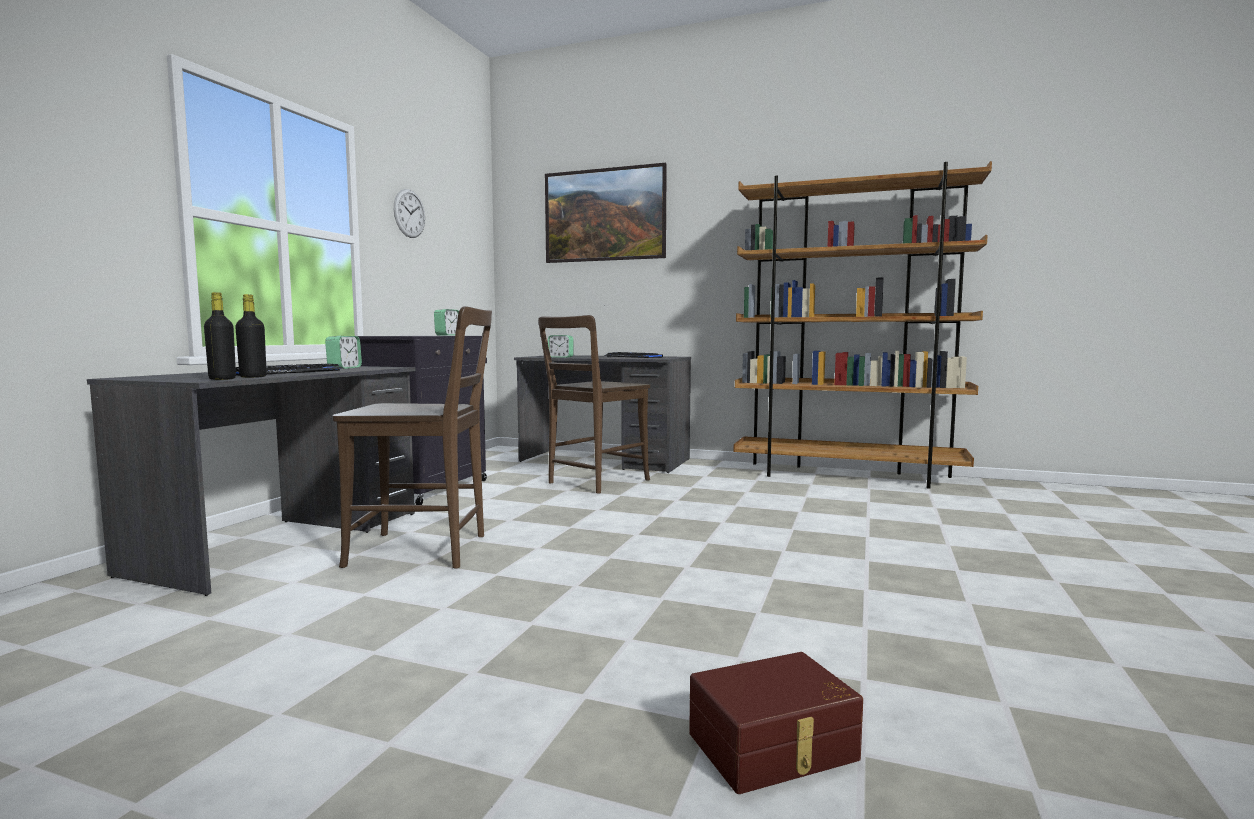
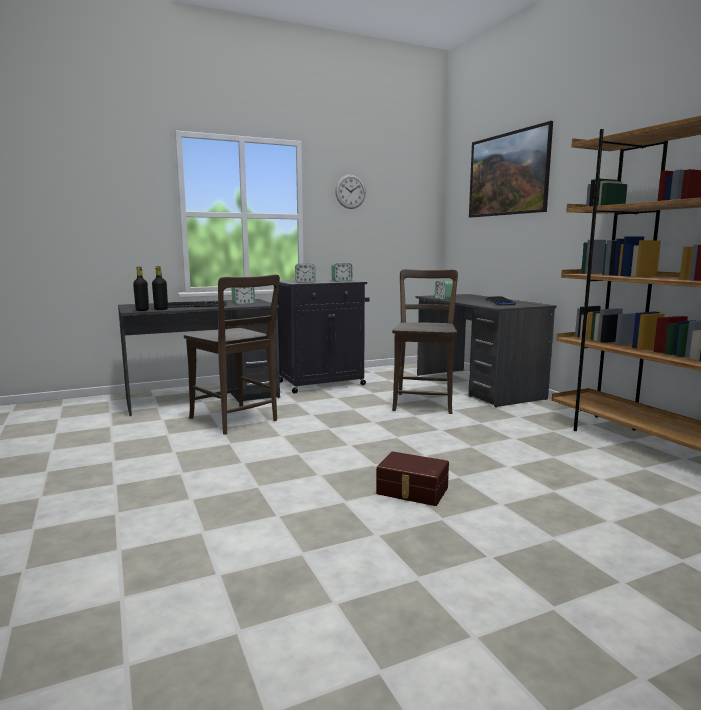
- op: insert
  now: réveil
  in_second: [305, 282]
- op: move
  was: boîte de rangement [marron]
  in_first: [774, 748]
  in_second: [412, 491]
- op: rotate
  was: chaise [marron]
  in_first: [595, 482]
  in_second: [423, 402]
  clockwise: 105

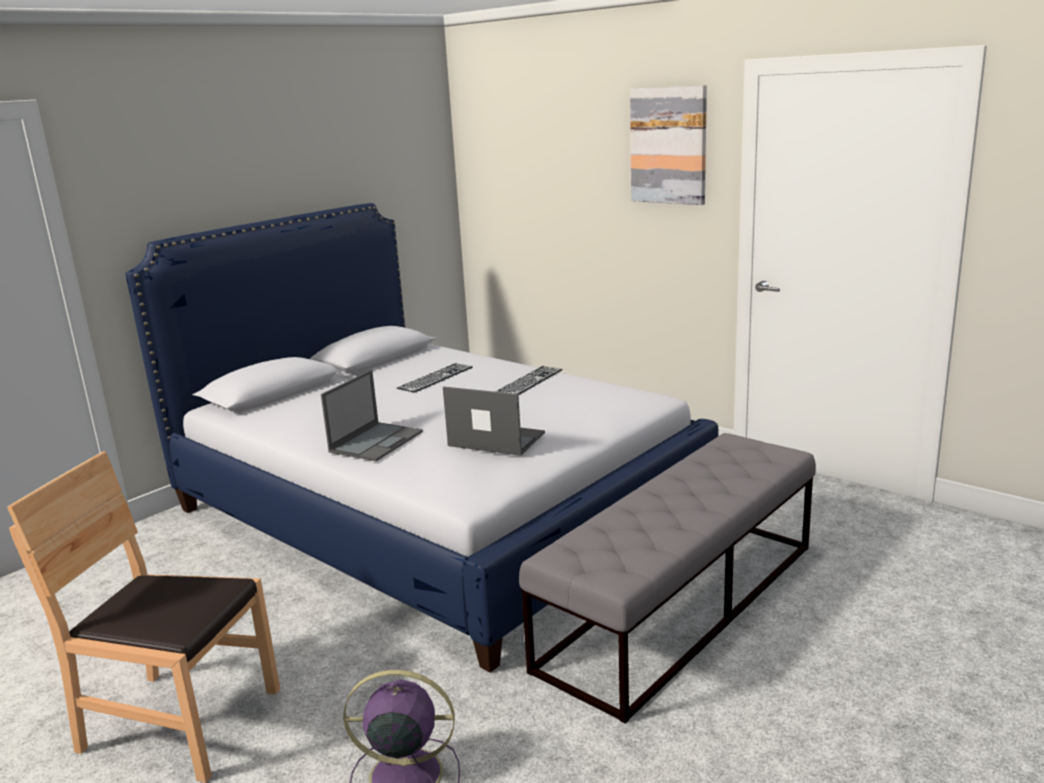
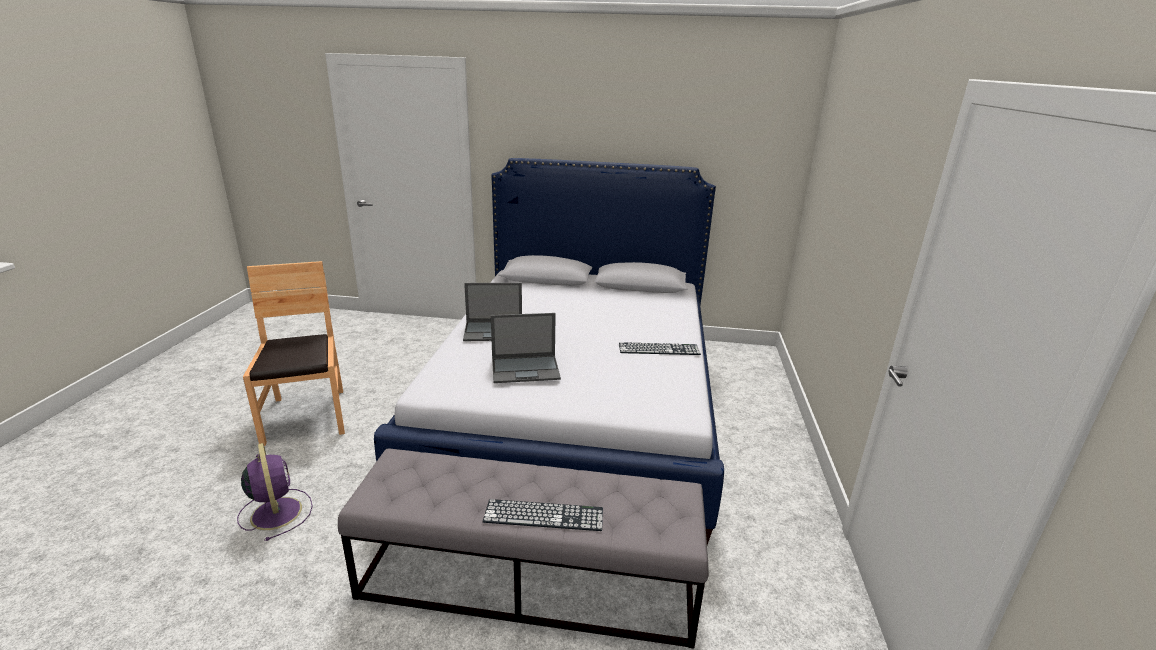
- op: move
  was: clavier
  in_first: [435, 377]
  in_second: [543, 515]
- op: rotate
  was: ordinateur portable
  in_first: [495, 439]
  in_second: [526, 369]
  clockwise: 90
- op: delete
  was: tableau
  in_first: [669, 145]

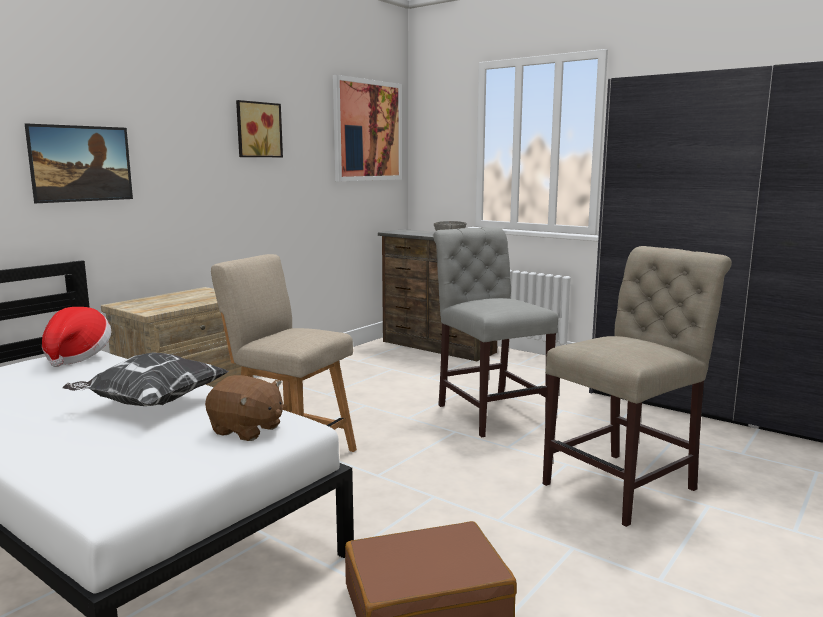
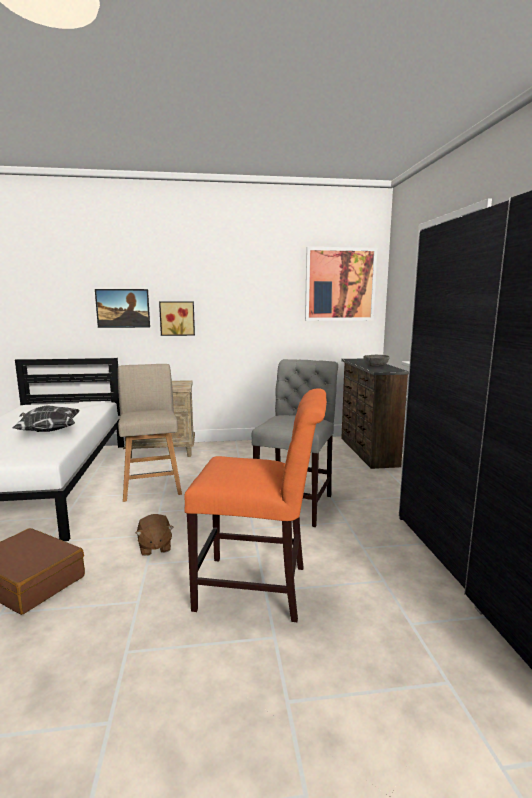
- op: move
  was: peluche [marron]
  in_first: [246, 430]
  in_second: [154, 547]
- op: move
  was: tableau
  in_first: [257, 130]
  in_second: [177, 318]
- op: recolor
  was: chaise [beige]
  now: chaise [orange]
  in_first: [626, 484]
  in_second: [259, 588]
- op: delete
  was: chapeau
  in_first: [77, 356]

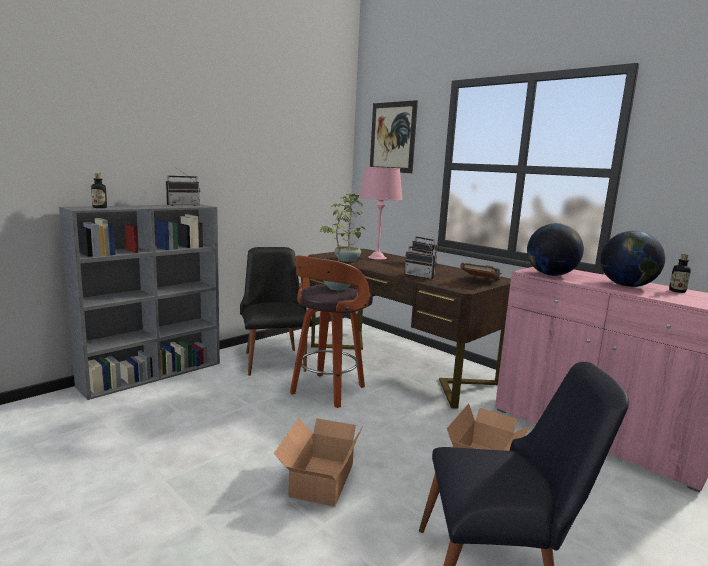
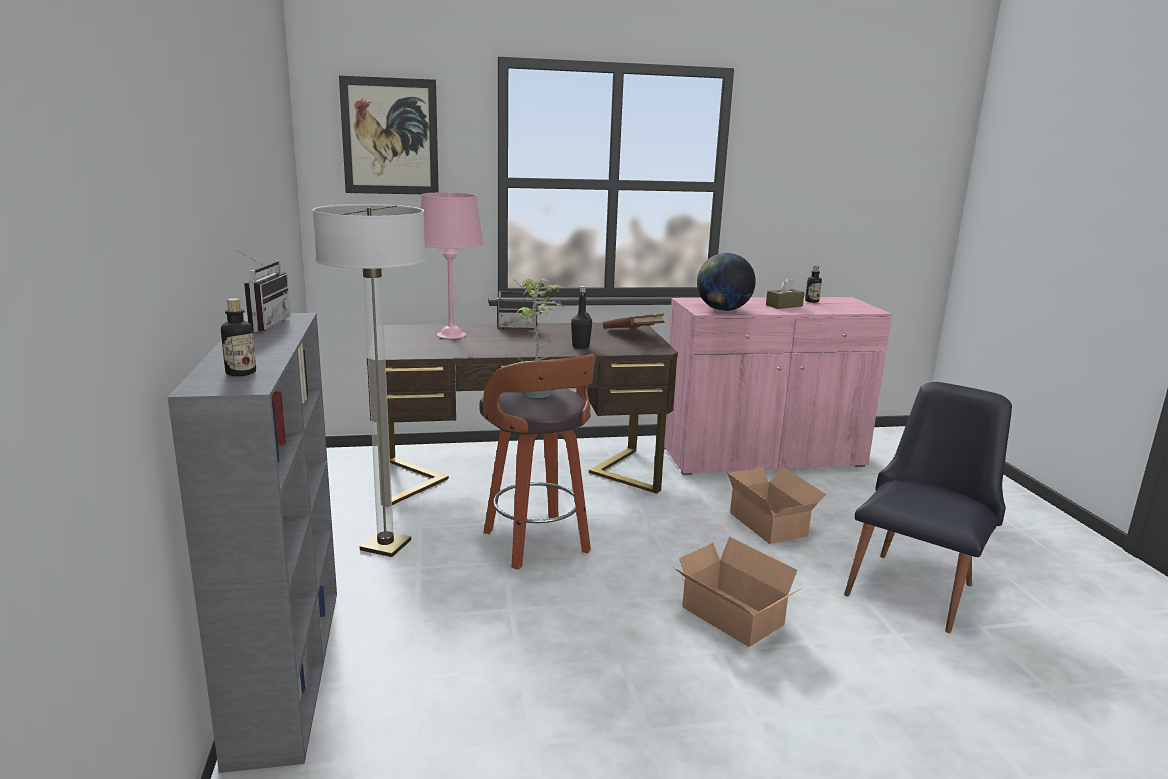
- op: replace
  was: chaise [noir]
  now: lampadaire
  in_first: [274, 358]
  in_second: [385, 545]
- op: replace
  was: radio
  now: bouteille [noir]
  in_first: [421, 276]
  in_second: [580, 346]
- op: replace
  was: globe
  now: boîte à mouchoirs [marron]
  in_first: [627, 286]
  in_second: [784, 305]
- op: delete
  was: plante en pot
  in_first: [347, 260]

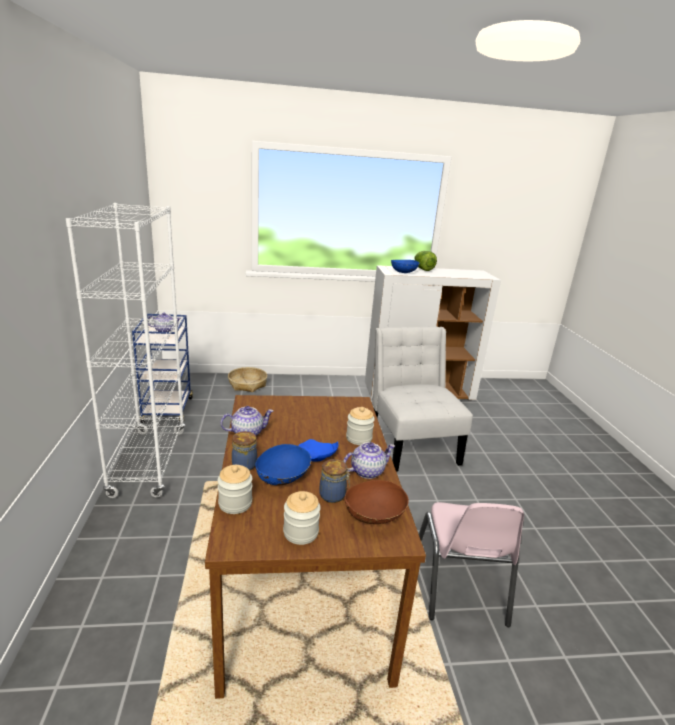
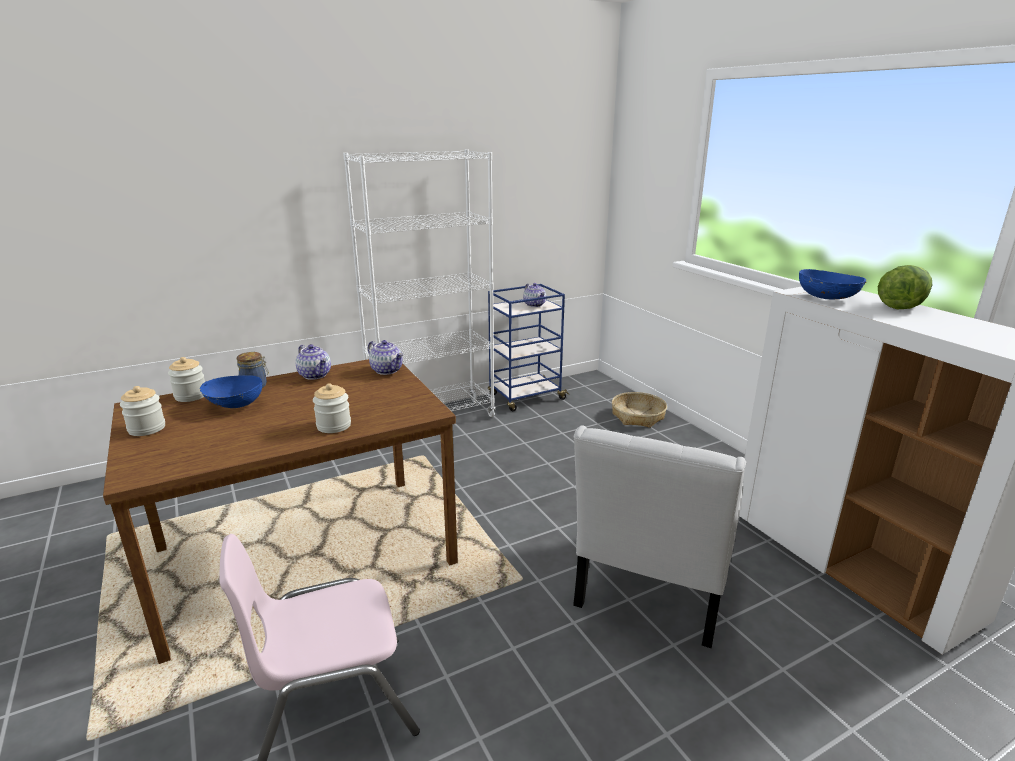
- op: move
  was: théière
  in_first: [367, 471]
  in_second: [387, 370]
- op: rotate
  was: chaise [blanc]
  in_first: [411, 443]
  in_second: [650, 589]
  clockwise: 150
- op: delete
  was: assiette [bleu]
  in_first: [317, 457]
- op: delete
  was: bocal
  in_first: [333, 495]
- op: delete
  was: bol [marron]
  in_first: [374, 517]

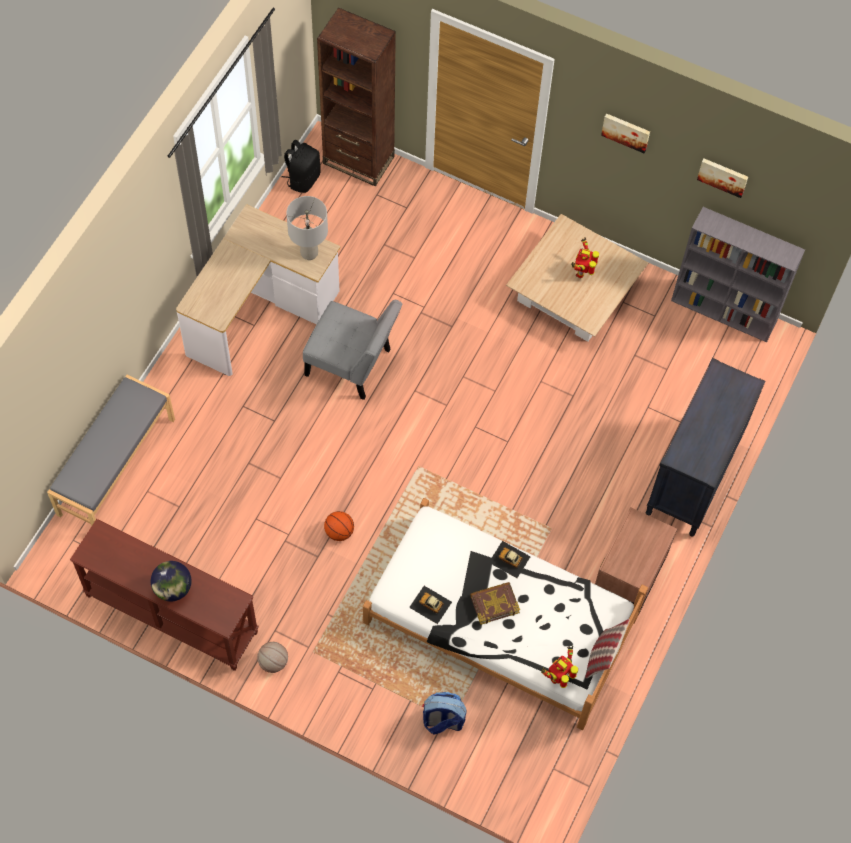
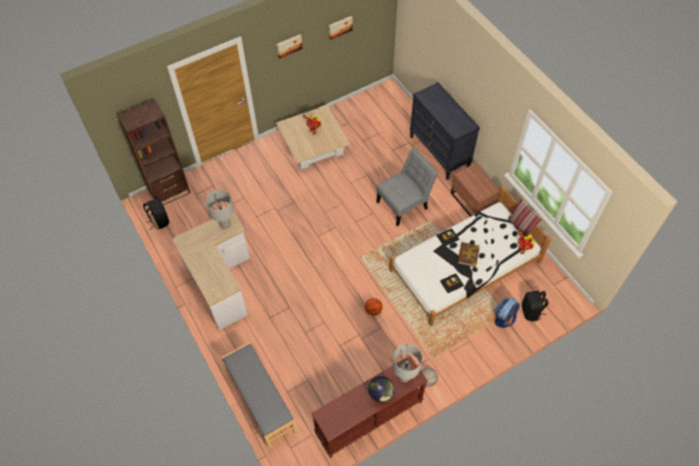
- op: move
  was: chaise [gris]
  in_first: [352, 365]
  in_second: [404, 204]
- op: insert
  now: lampe de table [gris]
  in_second: [404, 376]
- op: insert
  now: sac à dos [noir]
  in_second: [531, 311]
- op: delete
  was: bibliothèque [gris]
  in_first: [724, 311]

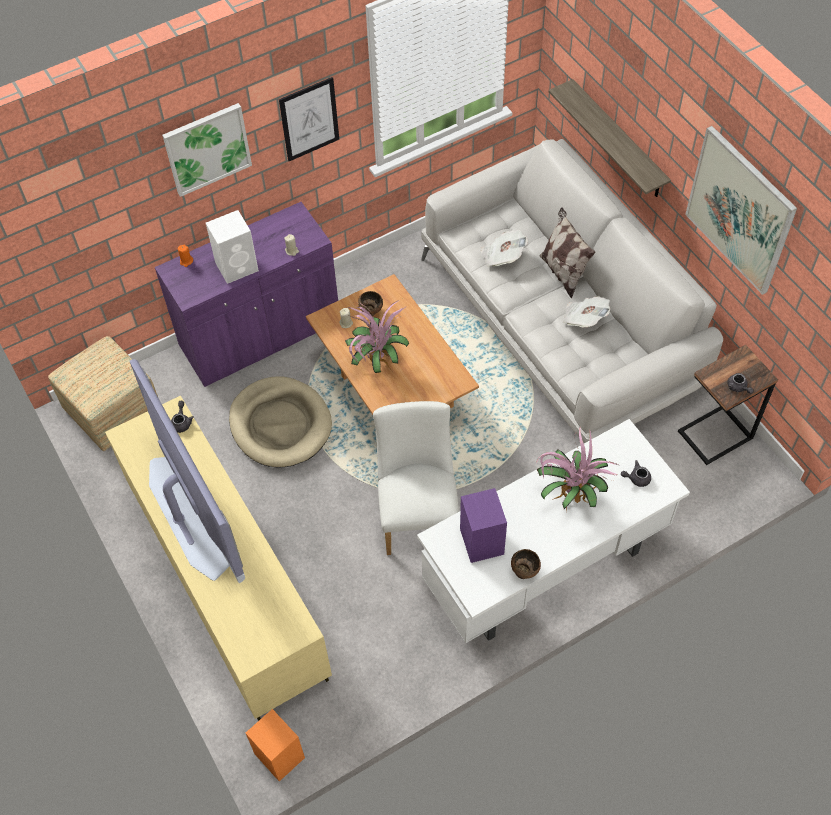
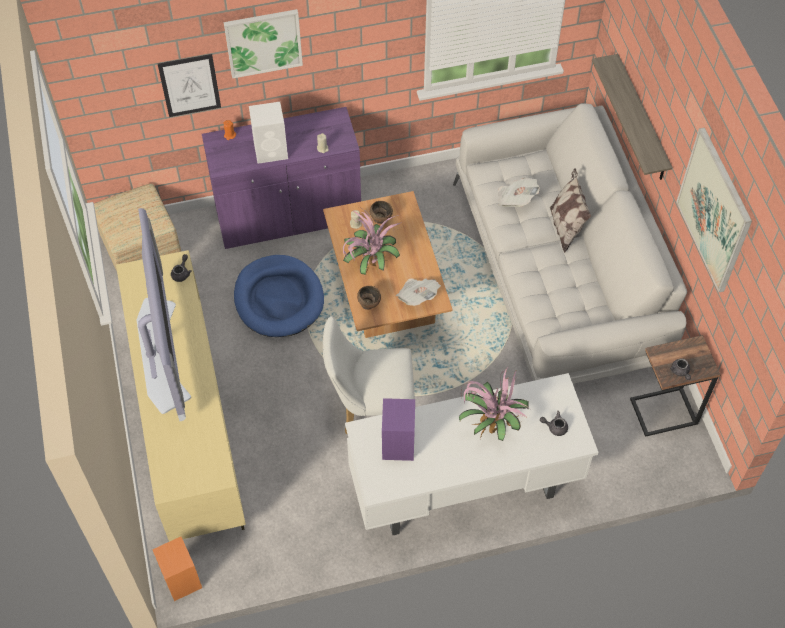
- op: move
  was: tableau
  in_first: [309, 119]
  in_second: [190, 85]
- op: recolor
  was: panier pour chien [beige]
  now: panier pour chien [bleu]
  in_first: [280, 424]
  in_second: [279, 299]
- op: rotate
  was: chaise [blanc]
  in_first: [418, 513]
  in_second: [370, 408]
  clockwise: -105
- op: move
  was: bol [marron]
  in_first: [524, 571]
  in_second: [369, 304]
- op: move
  was: journal
  in_first: [584, 318]
  in_second: [417, 296]

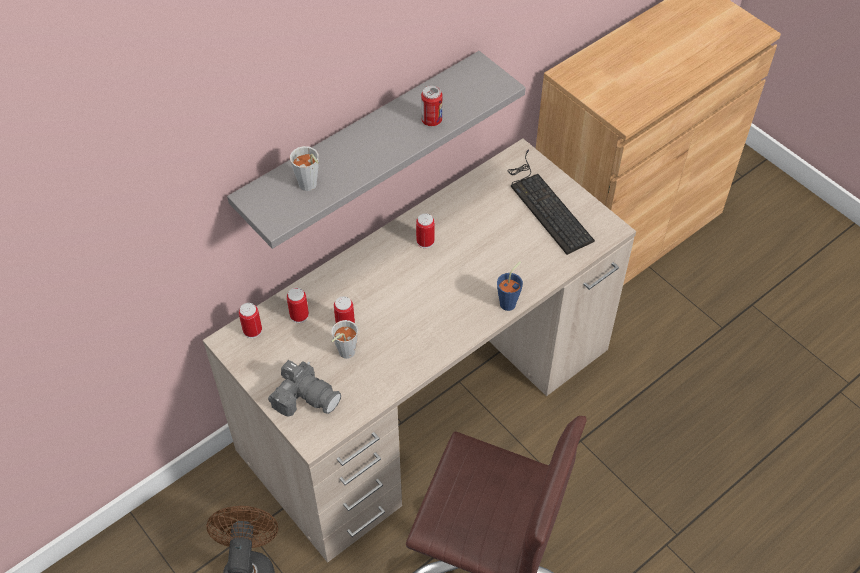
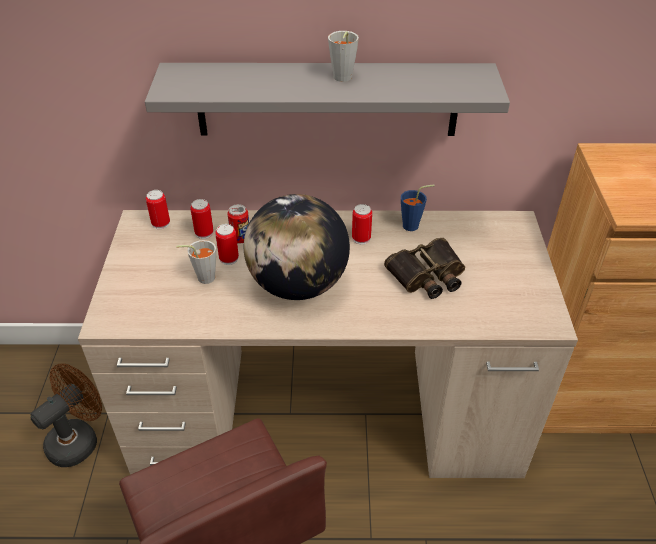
- op: move
  was: boîte métallique
  in_first: [431, 120]
  in_second: [240, 238]
- op: insert
  now: globe
  in_second: [298, 285]
- op: move
  was: tasse [gris]
  in_first: [309, 187]
  in_second: [341, 79]
- op: insert
  now: jumelles
  in_second: [428, 276]
- op: move
  was: tasse [bleu]
  in_first: [510, 301]
  in_second: [414, 225]
- op: delete
  was: appareil photo
  in_first: [305, 397]
- op: delete
  was: clavier
  in_first: [546, 204]

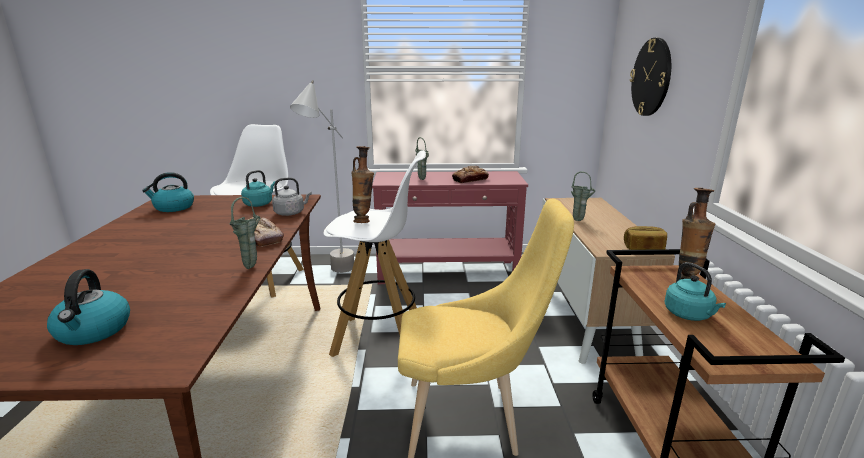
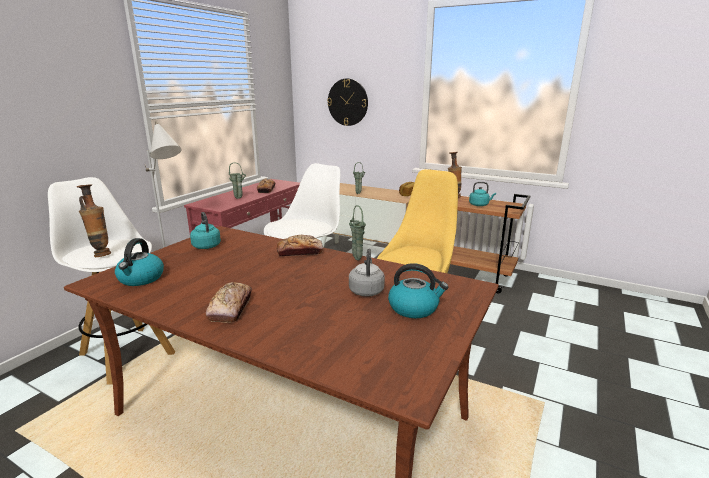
- op: move
  was: vase
  in_first: [364, 221]
  in_second: [101, 254]
- op: insert
  now: pain
  in_second: [231, 308]
- op: move
  was: bouilloire [gris]
  in_first: [291, 213]
  in_second: [366, 290]

